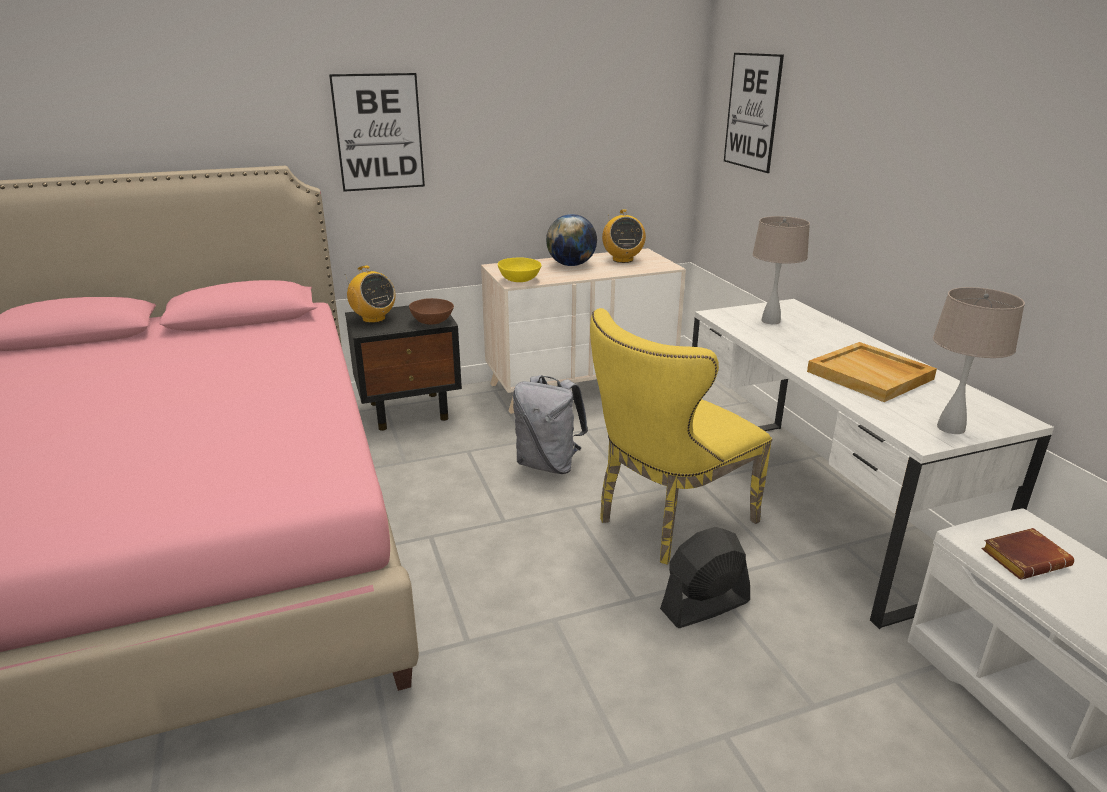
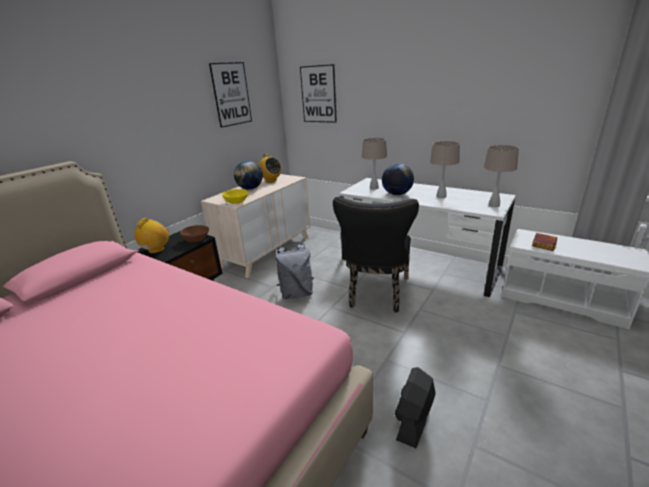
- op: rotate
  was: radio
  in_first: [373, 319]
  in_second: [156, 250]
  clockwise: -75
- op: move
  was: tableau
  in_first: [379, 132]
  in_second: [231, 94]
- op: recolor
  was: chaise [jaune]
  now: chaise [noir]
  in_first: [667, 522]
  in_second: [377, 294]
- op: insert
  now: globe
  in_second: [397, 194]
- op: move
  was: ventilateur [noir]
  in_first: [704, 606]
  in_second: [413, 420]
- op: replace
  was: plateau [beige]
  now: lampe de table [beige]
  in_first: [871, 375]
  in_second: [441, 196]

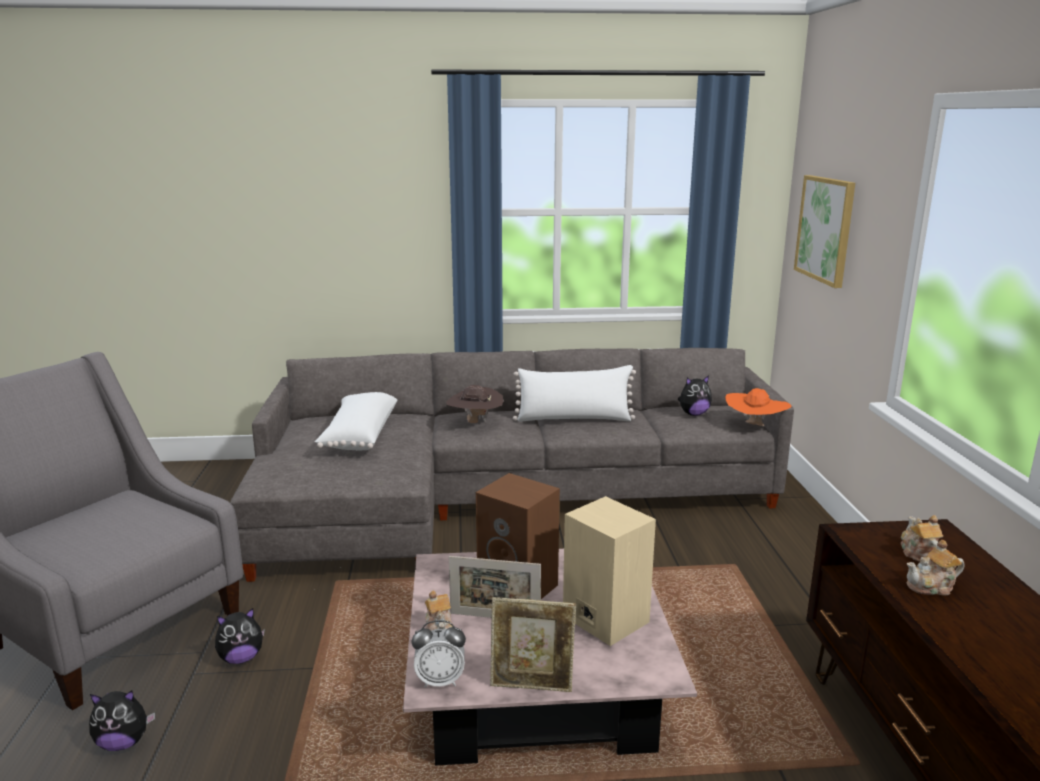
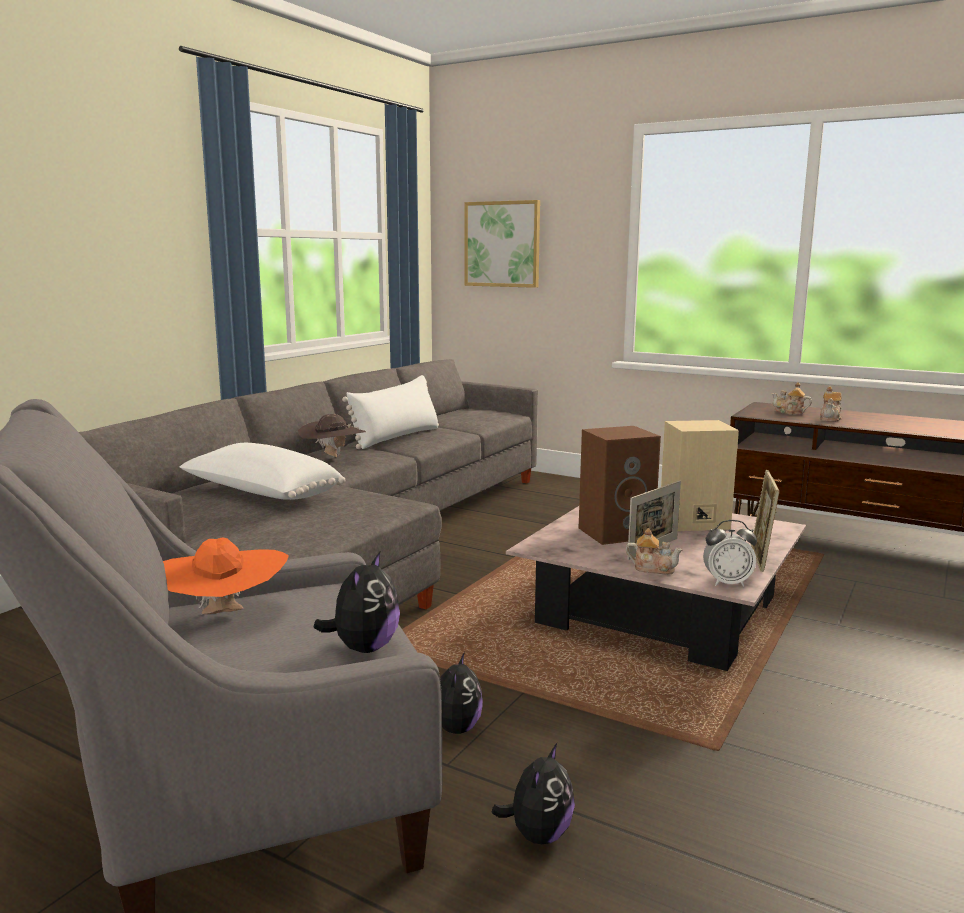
- op: move
  was: chapeau [orange]
  in_first: [755, 426]
  in_second: [222, 616]
- op: move
  was: peluche
  in_first: [693, 414]
  in_second: [364, 648]
- op: rotate
  was: réveil
  in_first: [440, 681]
  in_second: [727, 583]
  clockwise: 60
- op: rotate
  was: cadre photo
  in_first: [532, 686]
  in_second: [760, 559]
  clockwise: 150

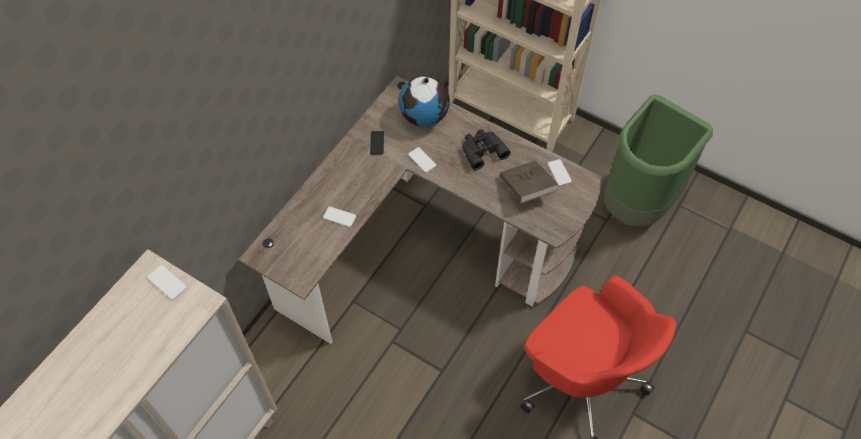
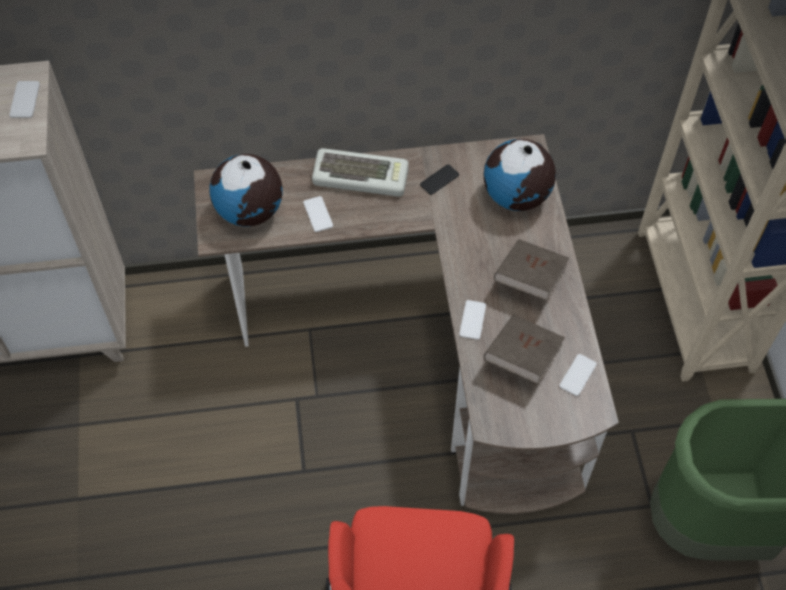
- op: insert
  now: globe
  in_second: [250, 211]
- op: insert
  now: clavier
  in_second: [362, 176]
- op: move
  was: téléphone
  in_first: [422, 160]
  in_second: [472, 320]
- op: replace
  was: jumelles [noir]
  now: livre [marron]
  in_first: [482, 150]
  in_second: [529, 279]

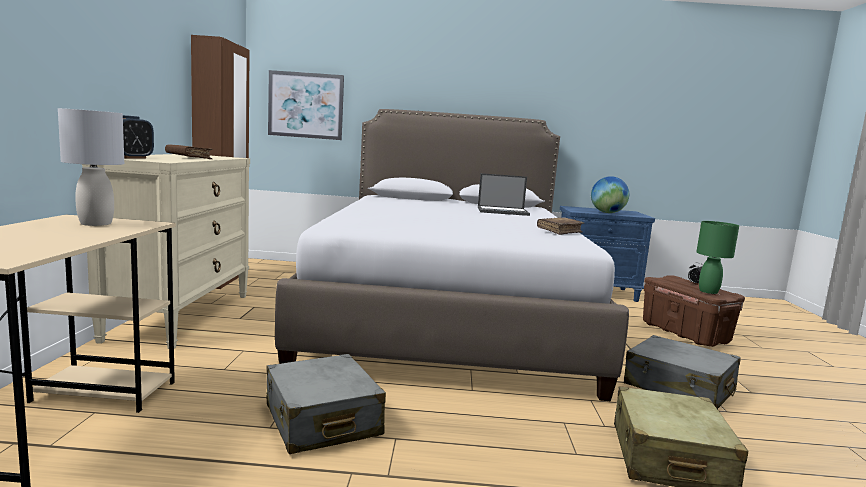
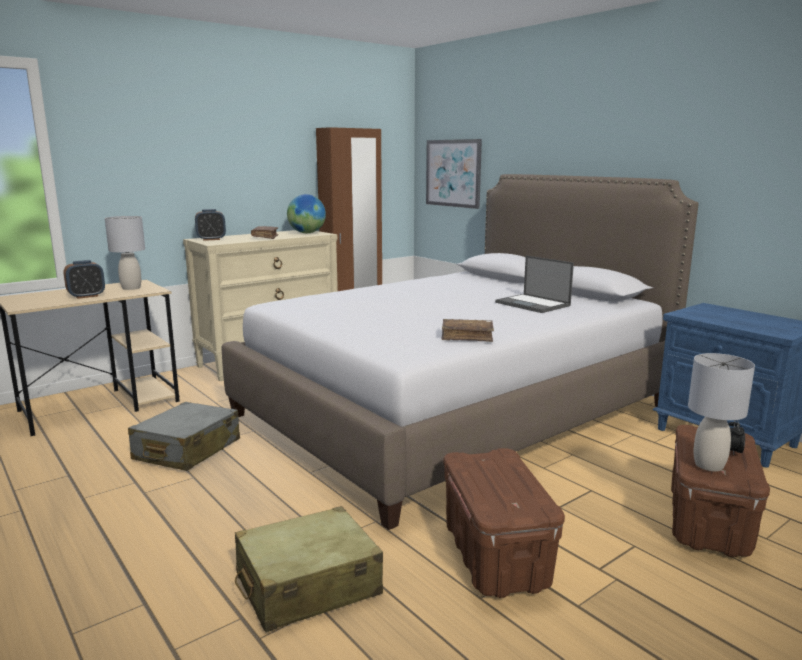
- op: insert
  now: réveil
  in_second: [86, 296]
- op: move
  was: globe
  in_first: [607, 213]
  in_second: [306, 233]
- op: replace
  was: valise [gris]
  now: boîte de rangement [marron]
  in_first: [679, 387]
  in_second: [496, 557]
- op: recolor
  was: lampe de table [vert]
  now: lampe de table [gris]
  in_first: [708, 291]
  in_second: [709, 465]

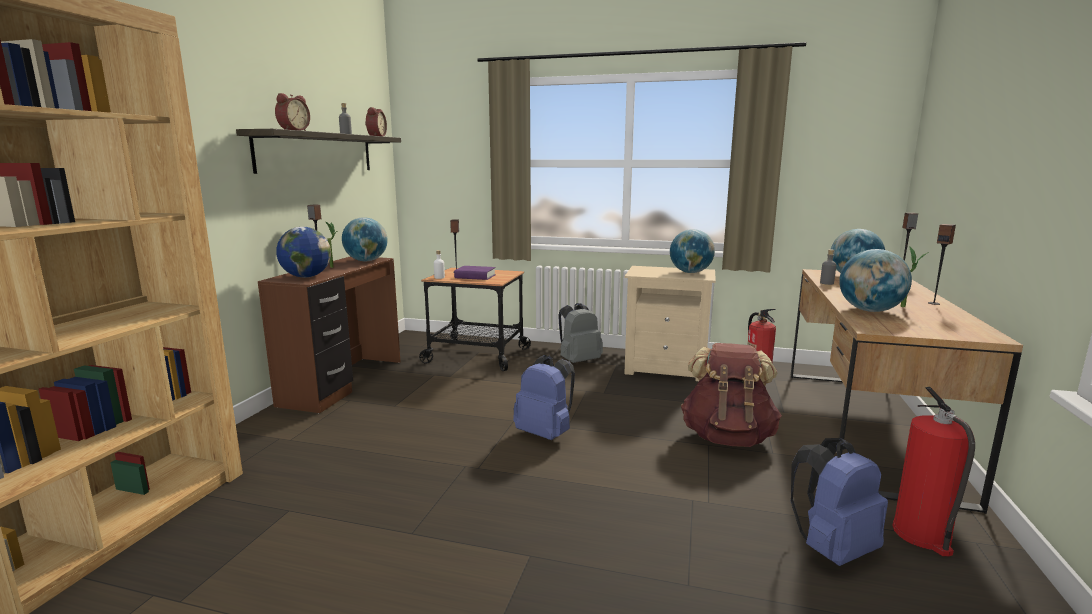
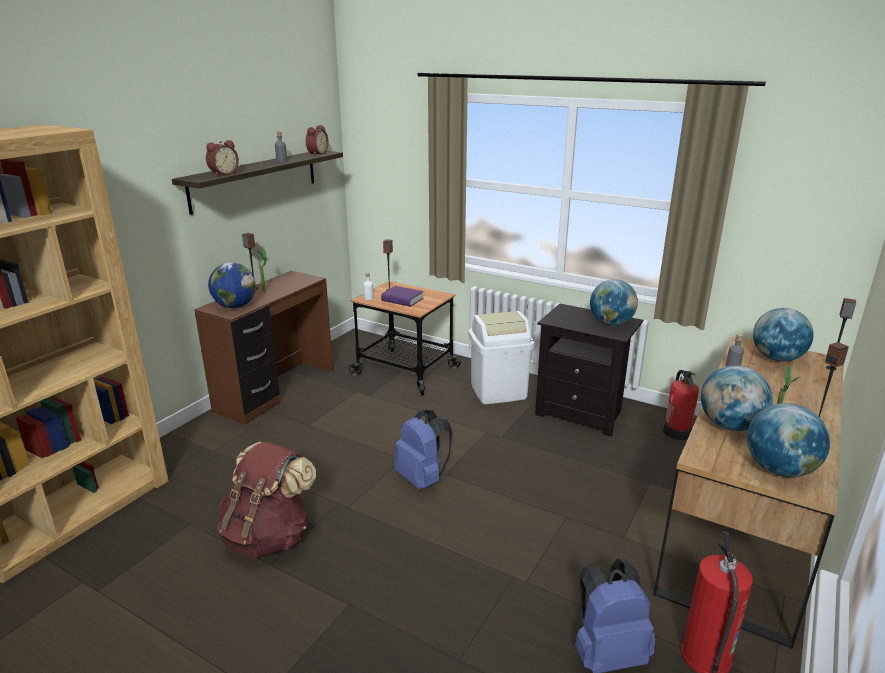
- op: move
  was: sac à dos [marron]
  in_first: [727, 437]
  in_second: [269, 537]
- op: replace
  was: sac à dos [gris]
  now: poubelle [blanc]
  in_first: [578, 361]
  in_second: [498, 391]
- op: recolor
  was: table de chevet [beige]
  now: table de chevet [noir]
  in_first: [666, 368]
  in_second: [582, 413]
- op: move
  was: globe
  in_first: [366, 261]
  in_second: [779, 470]

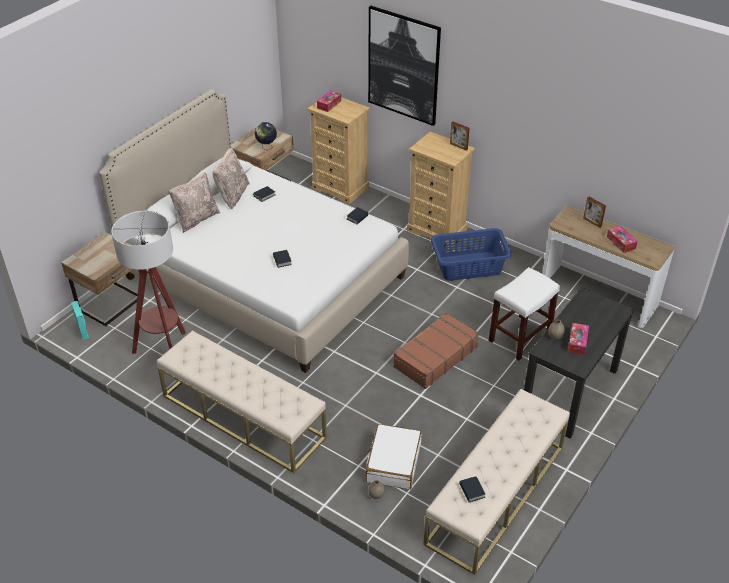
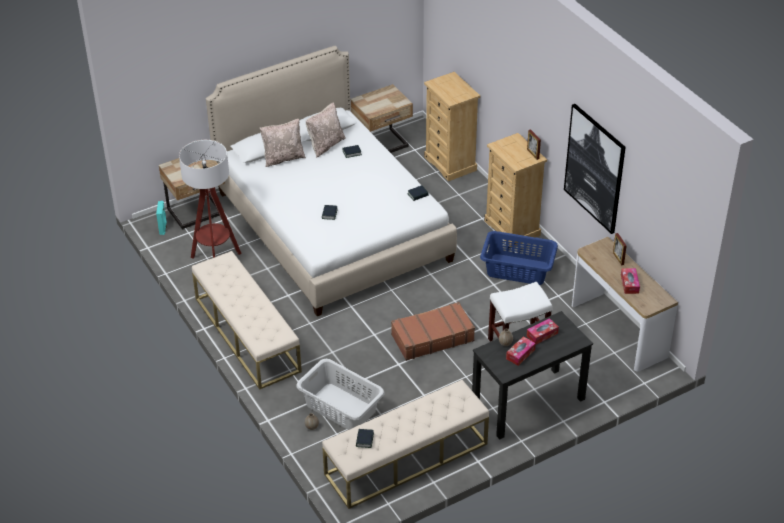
- op: replace
  was: valise [blanc]
  now: panier à linge [gris]
  in_first: [393, 462]
  in_second: [341, 408]
- op: move
  was: boîte à mouchoirs
  in_first: [329, 104]
  in_second: [542, 334]
- op: move
  was: tableau
  in_first: [403, 66]
  in_second: [594, 168]
- op: delete
  was: globe
  in_first: [266, 147]

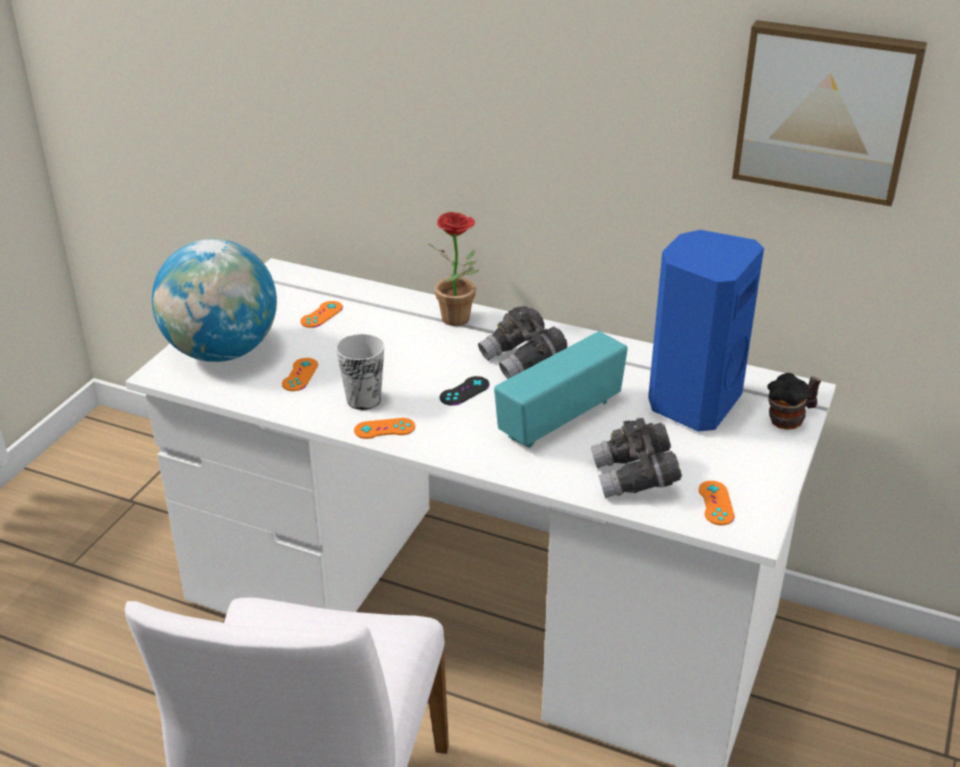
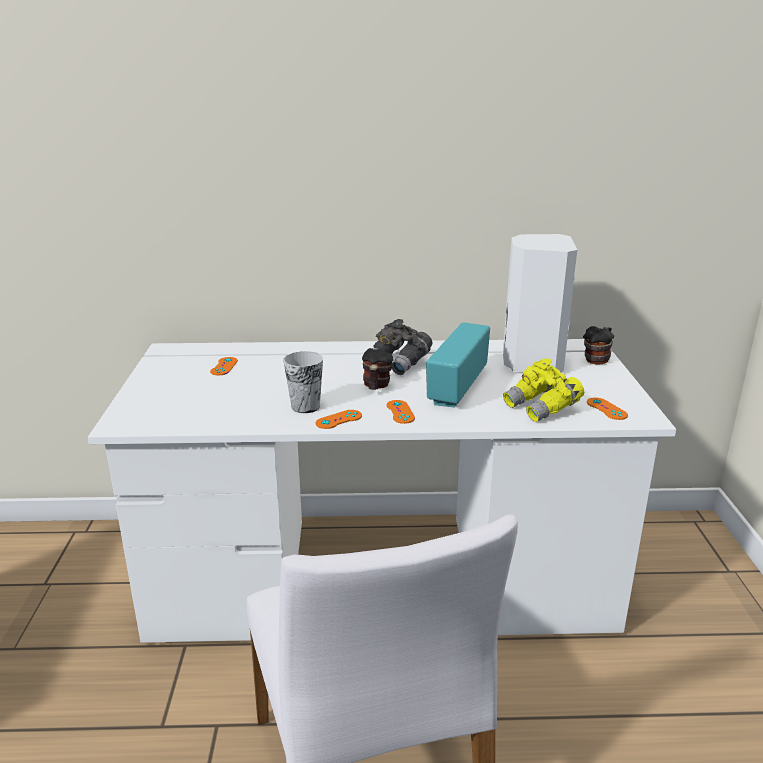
- op: replace
  was: manette [noir]
  now: mug
  in_first: [464, 391]
  in_second: [376, 387]
- op: move
  was: manette [orange]
  in_first: [300, 375]
  in_second: [400, 412]
- op: recolor
  was: enceinte [bleu]
  now: enceinte [blanc]
  in_first: [692, 402]
  in_second: [531, 363]
- op: recolor
  was: jumelles [gris]
  now: jumelles [jaune]
  in_first: [634, 479]
  in_second: [542, 408]
- op: delete
  was: globe
  in_first: [222, 352]
- op: delete
  was: plante en pot
  in_first: [460, 321]
- op: delete
  was: tableau
  in_first: [826, 110]

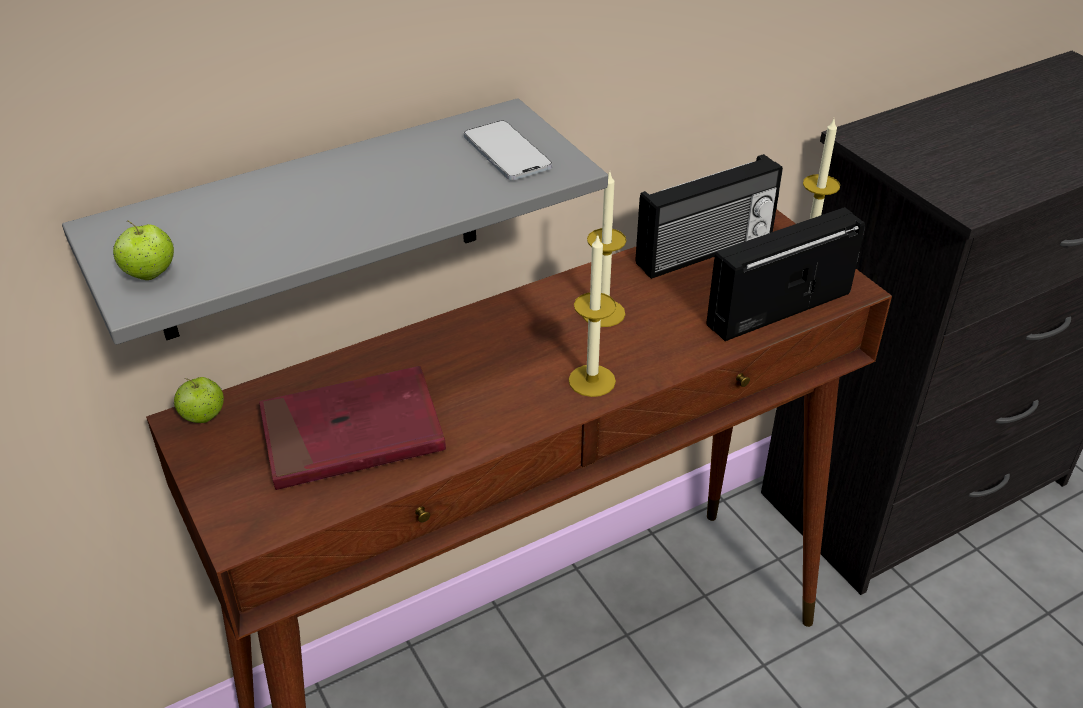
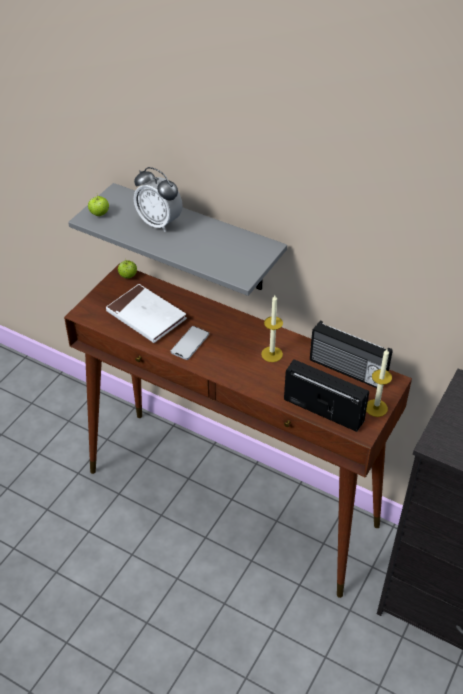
- op: recolor
  was: livre [rouge]
  now: livre [blanc]
  in_first: [352, 434]
  in_second: [146, 316]
- op: insert
  now: réveil
  in_second: [159, 223]
- op: move
  was: téléphone
  in_first: [507, 152]
  in_second: [190, 343]
- op: delete
  was: bougie
  in_first: [592, 380]

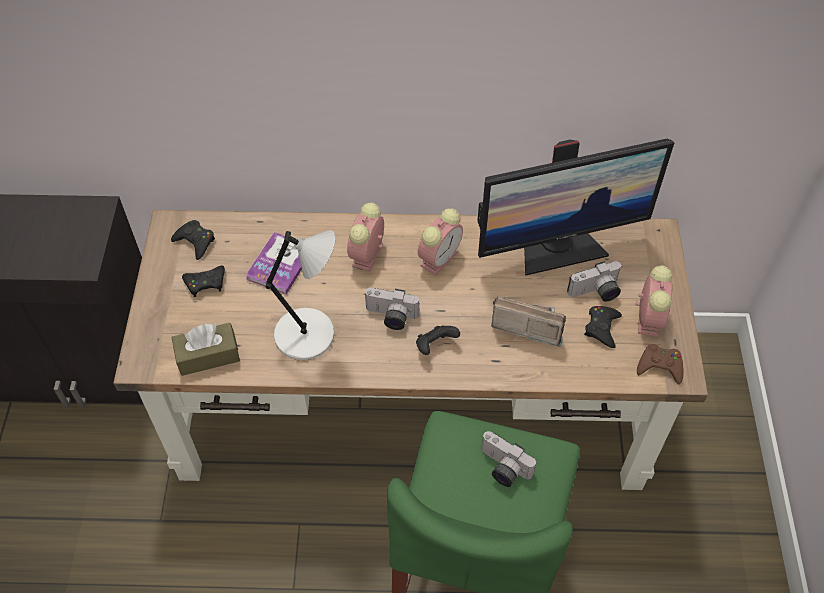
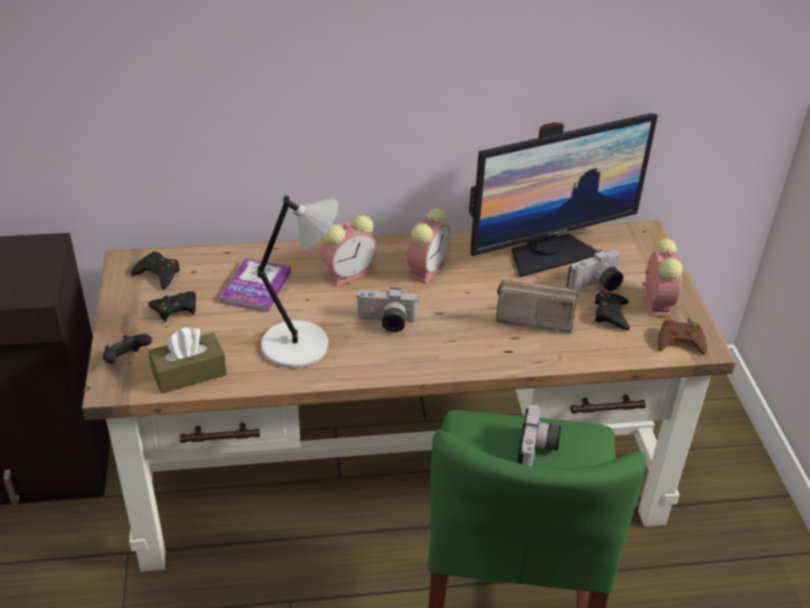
- op: move
  was: manette [noir]
  in_first: [435, 346]
  in_second: [126, 360]
- op: rotate
  was: réveil
  in_first: [367, 256]
  in_second: [349, 273]
  clockwise: -135
- op: rotate
  was: appareil photo
  in_first: [502, 468]
  in_second: [537, 452]
  clockwise: -105

